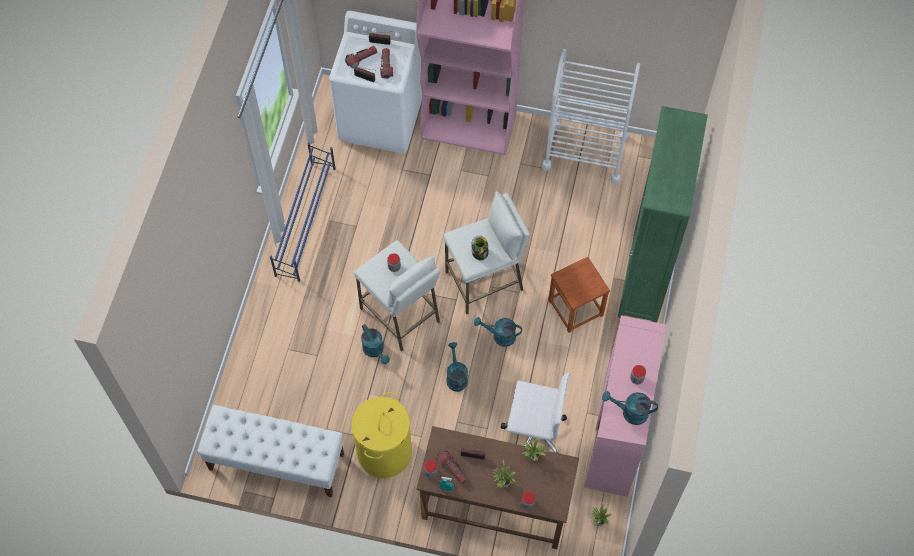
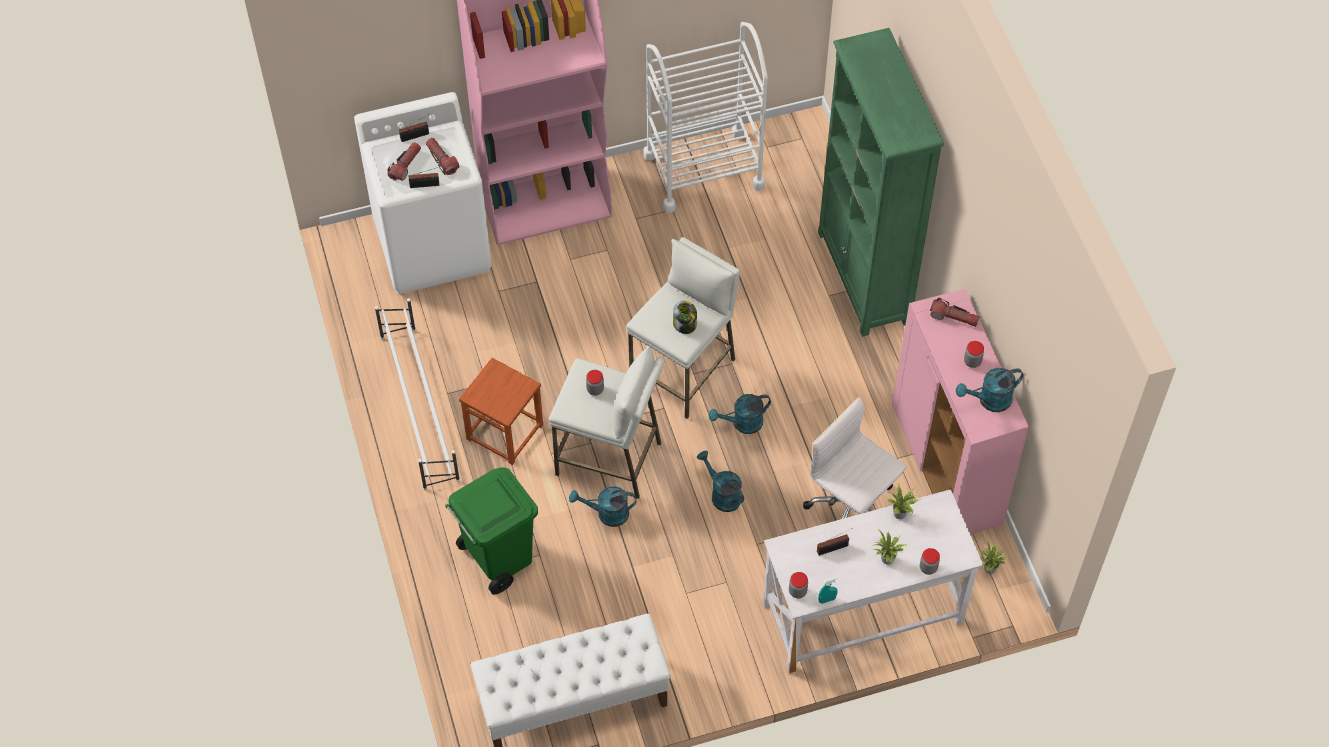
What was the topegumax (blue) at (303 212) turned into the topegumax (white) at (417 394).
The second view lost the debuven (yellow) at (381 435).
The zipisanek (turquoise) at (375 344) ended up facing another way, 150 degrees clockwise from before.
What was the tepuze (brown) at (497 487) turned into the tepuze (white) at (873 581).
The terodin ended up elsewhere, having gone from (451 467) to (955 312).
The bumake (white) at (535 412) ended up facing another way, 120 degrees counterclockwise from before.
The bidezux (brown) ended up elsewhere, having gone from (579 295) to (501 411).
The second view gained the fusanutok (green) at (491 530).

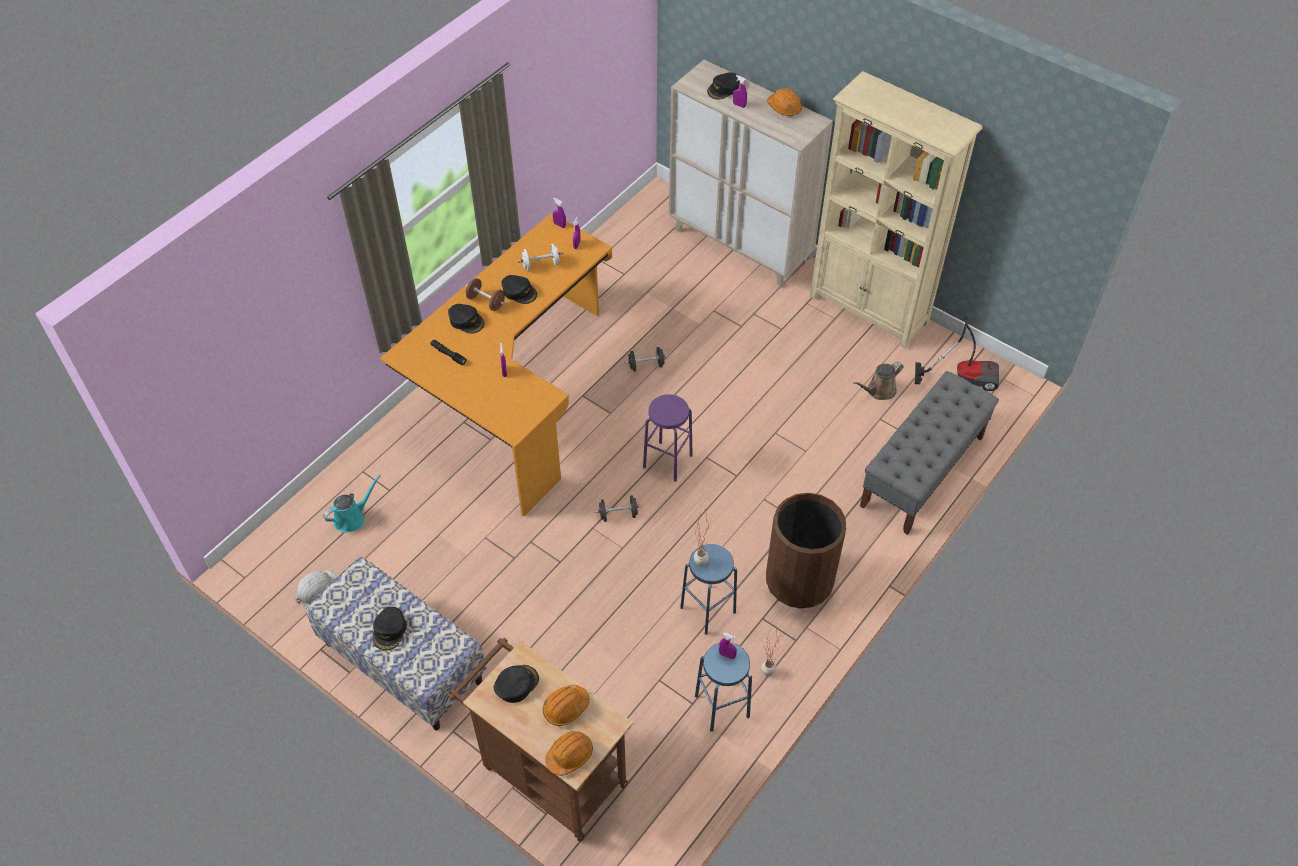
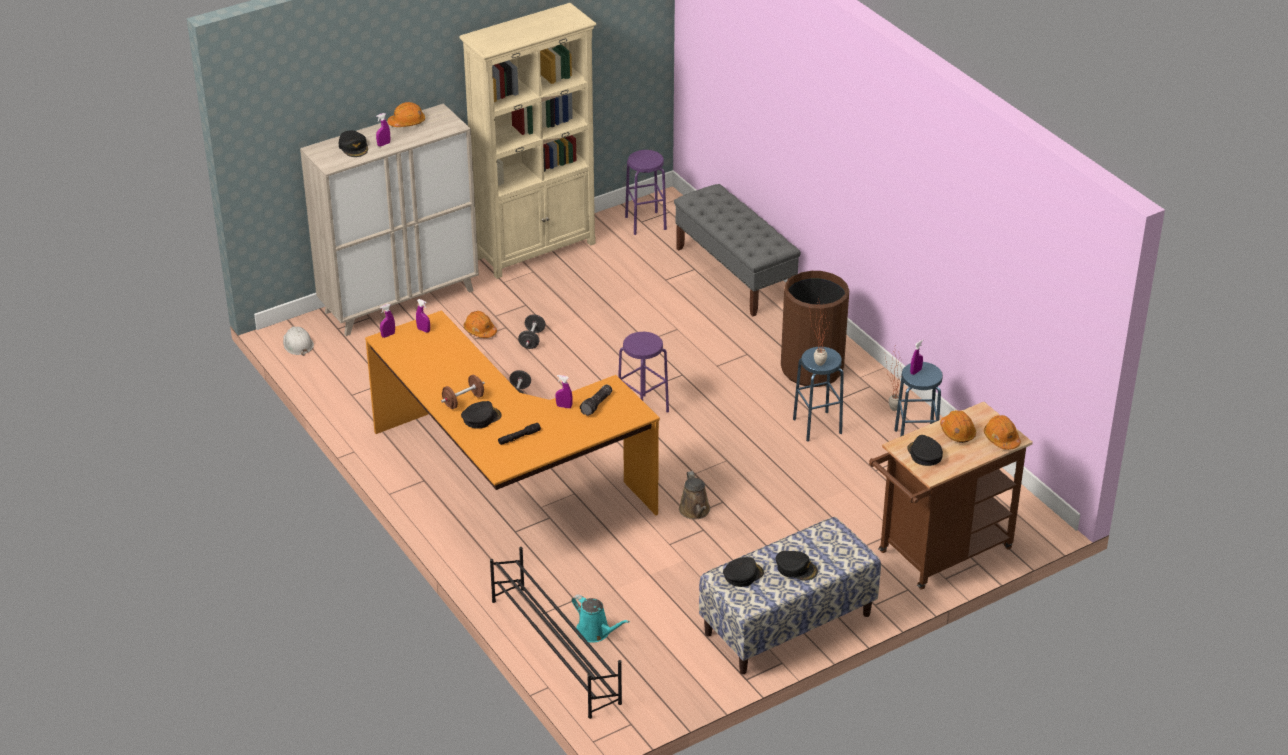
The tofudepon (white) ended up elsewhere, having gone from (316 587) to (298 341).
The zipisanek (turquoise) at (352 503) ended up facing another way, 150 degrees clockwise from before.
The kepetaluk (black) ended up elsewhere, having gone from (519 289) to (743 572).
The second view lost the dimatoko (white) at (540 257).
The dimatoko (black) ended up elsewhere, having gone from (618 508) to (532 331).
The zipisanek (brown) ended up elsewhere, having gone from (878 381) to (694 495).
Where the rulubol stood at (957 353), the bidezux (purple) came to stand at (646 192).
The second view gained the tofudepon (orange) at (480 324).
The second view gained the topegumax (black) at (556 633).
The second view gained the terodin at (596 400).

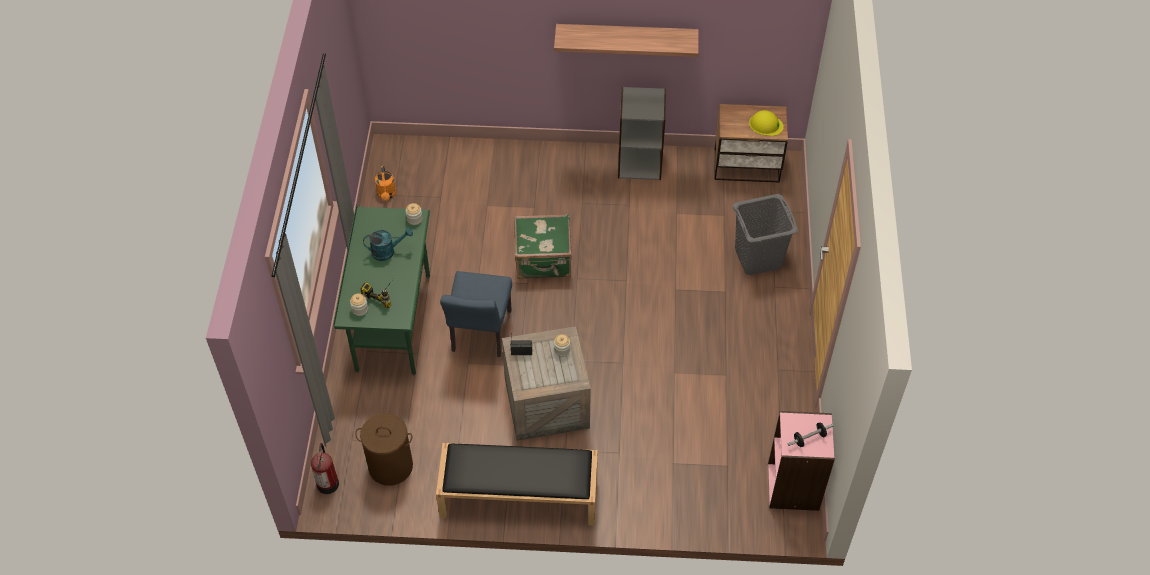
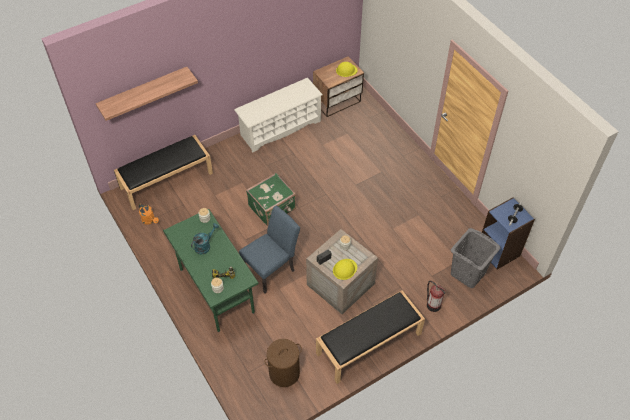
The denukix ended up elsewhere, having gone from (325 468) to (436 296).
The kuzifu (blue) at (476 314) ended up facing another way, 105 degrees counterclockwise from before.
The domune ended up elsewhere, having gone from (626 40) to (147 94).
Where the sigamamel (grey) stood at (642 133), the topegumax (white) came to stand at (278 115).
The debuven (grey) ended up elsewhere, having gone from (765 234) to (476 258).
What was the sigamamel (pink) at (801 461) turned into the sigamamel (blue) at (508 233).
The second view gained the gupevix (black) at (163 172).
The second view gained the tofudepon (yellow) at (345 269).

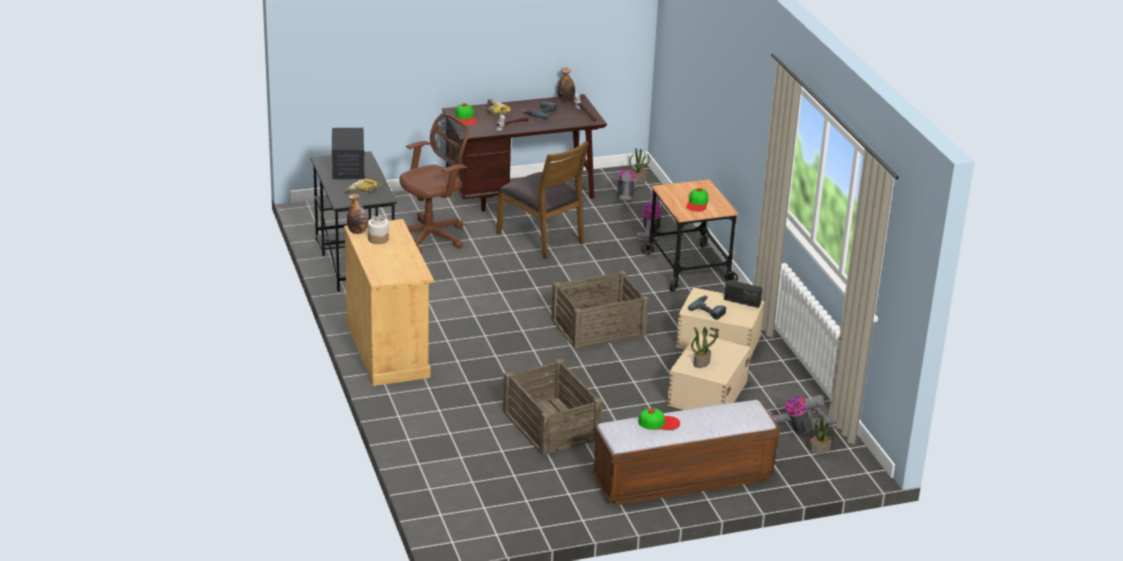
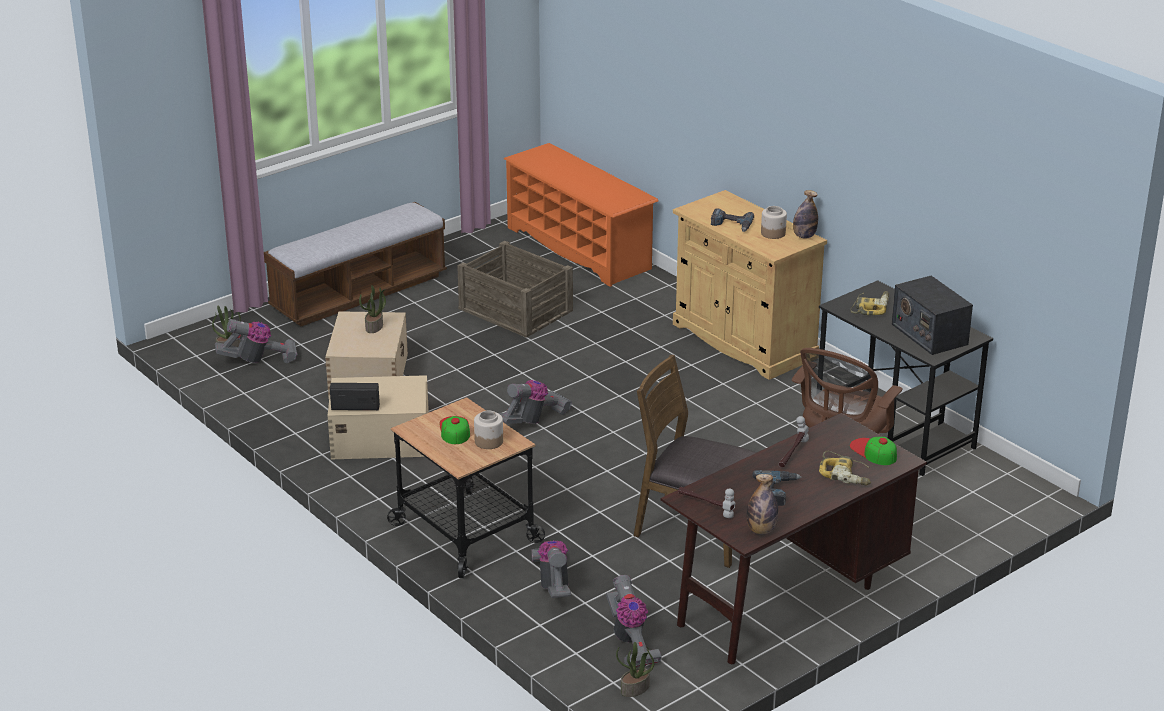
Where the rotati stood at (600 309), the rulubol came to stand at (535 402).
The second view lost the kepetaluk at (659 419).
The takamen ended up elsewhere, having gone from (707 307) to (732 220).
The second view gained the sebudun at (488 429).
The second view gained the topegumax (orange) at (581 215).

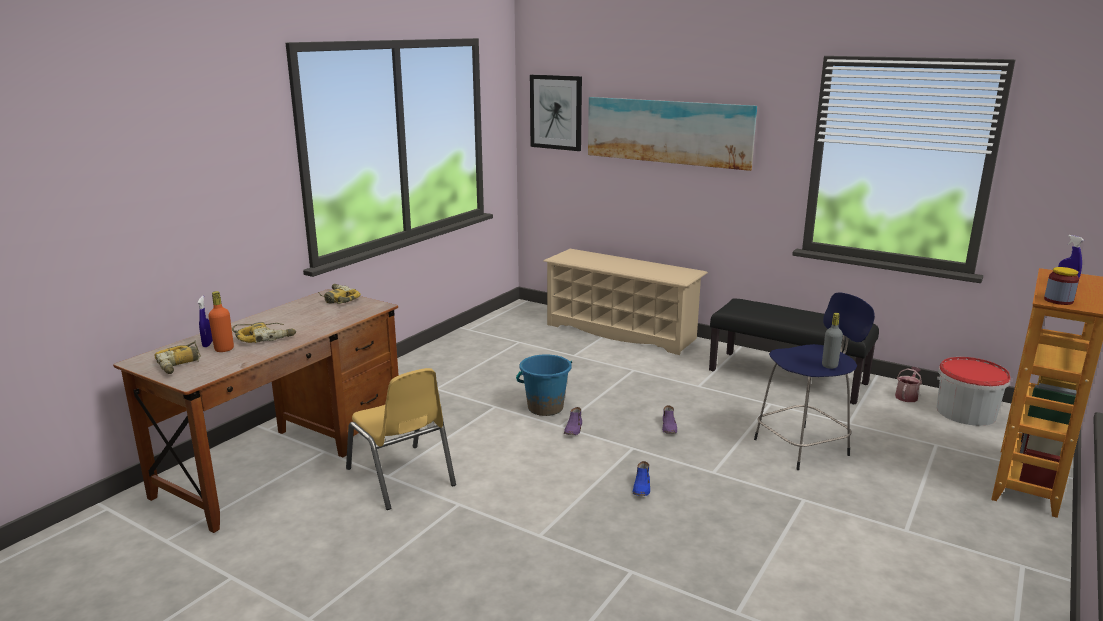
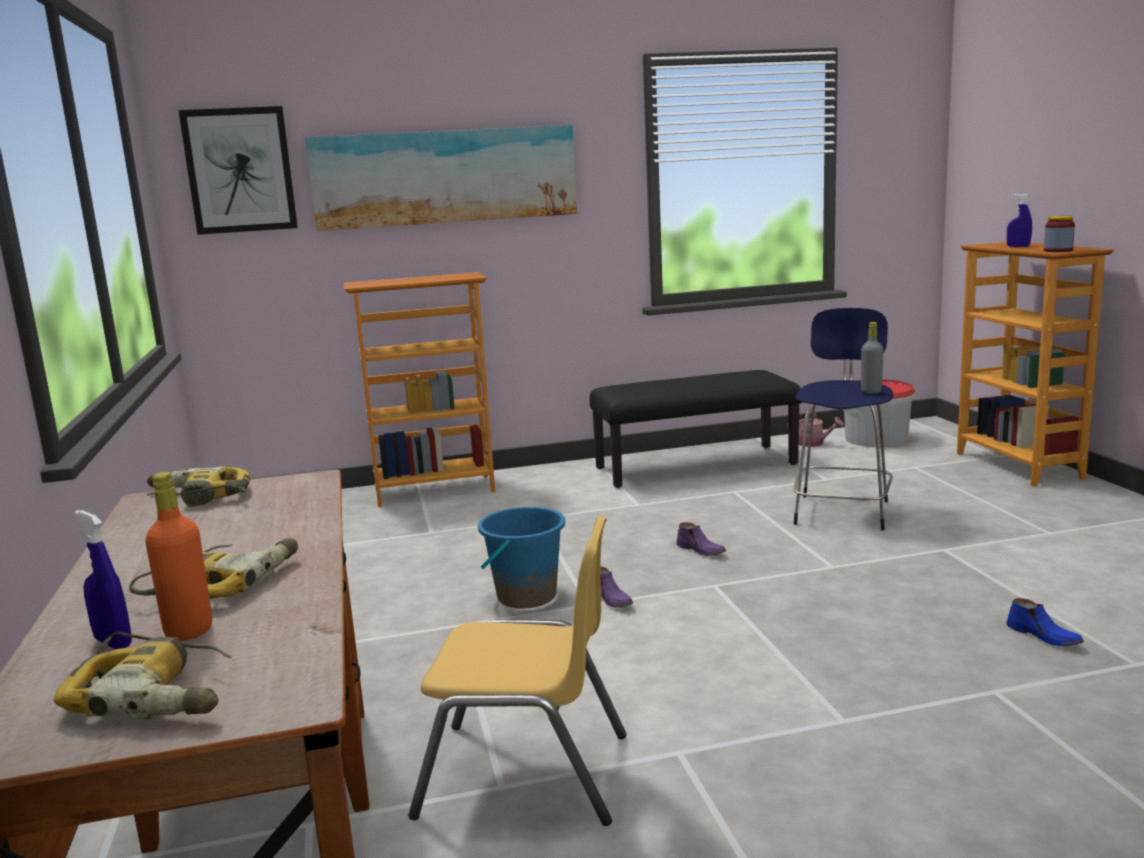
Where the topegumax (beige) stood at (625 302), the sigamamel came to stand at (419 389).
The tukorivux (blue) ended up elsewhere, having gone from (641 478) to (1045 622).
The zipisanek at (908 384) ended up facing another way, 135 degrees clockwise from before.

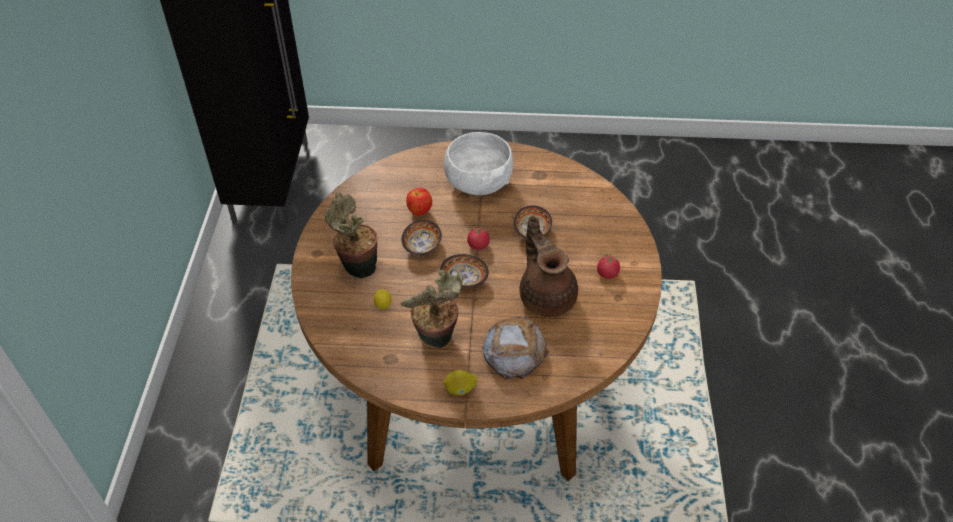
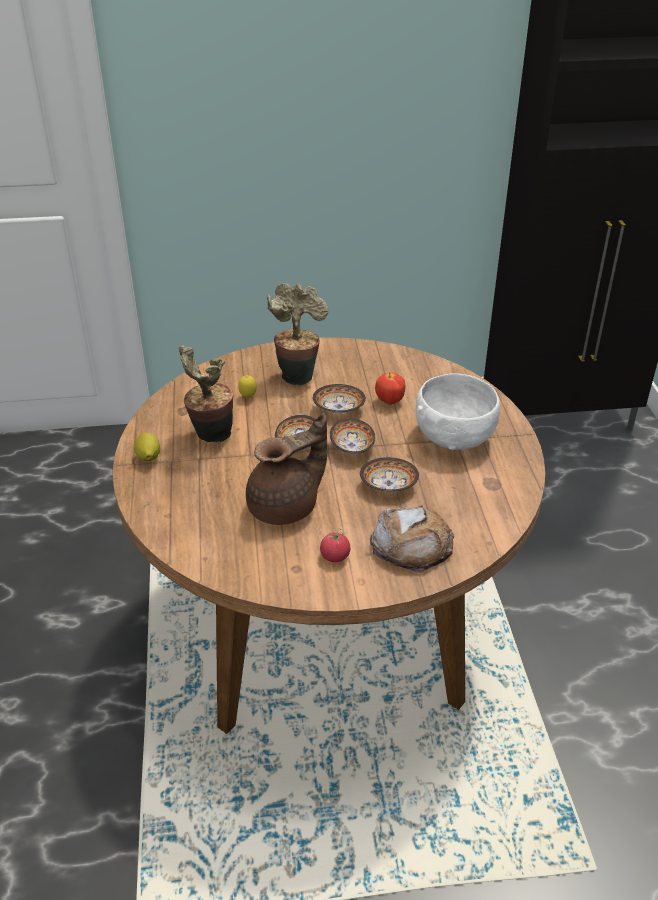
Where the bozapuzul stood at (478 238), the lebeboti came to stand at (352 436).
The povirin ended up elsewhere, having gone from (515 347) to (412 539).

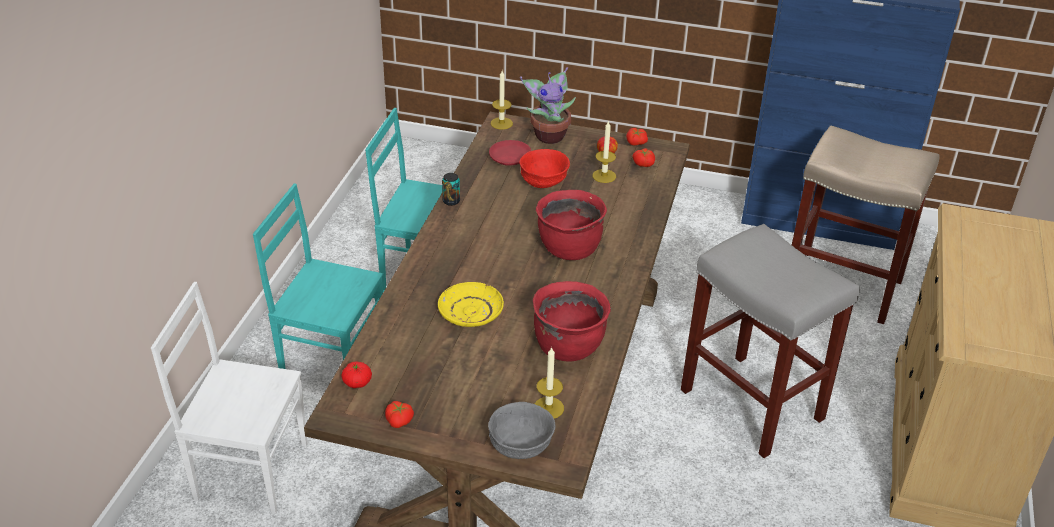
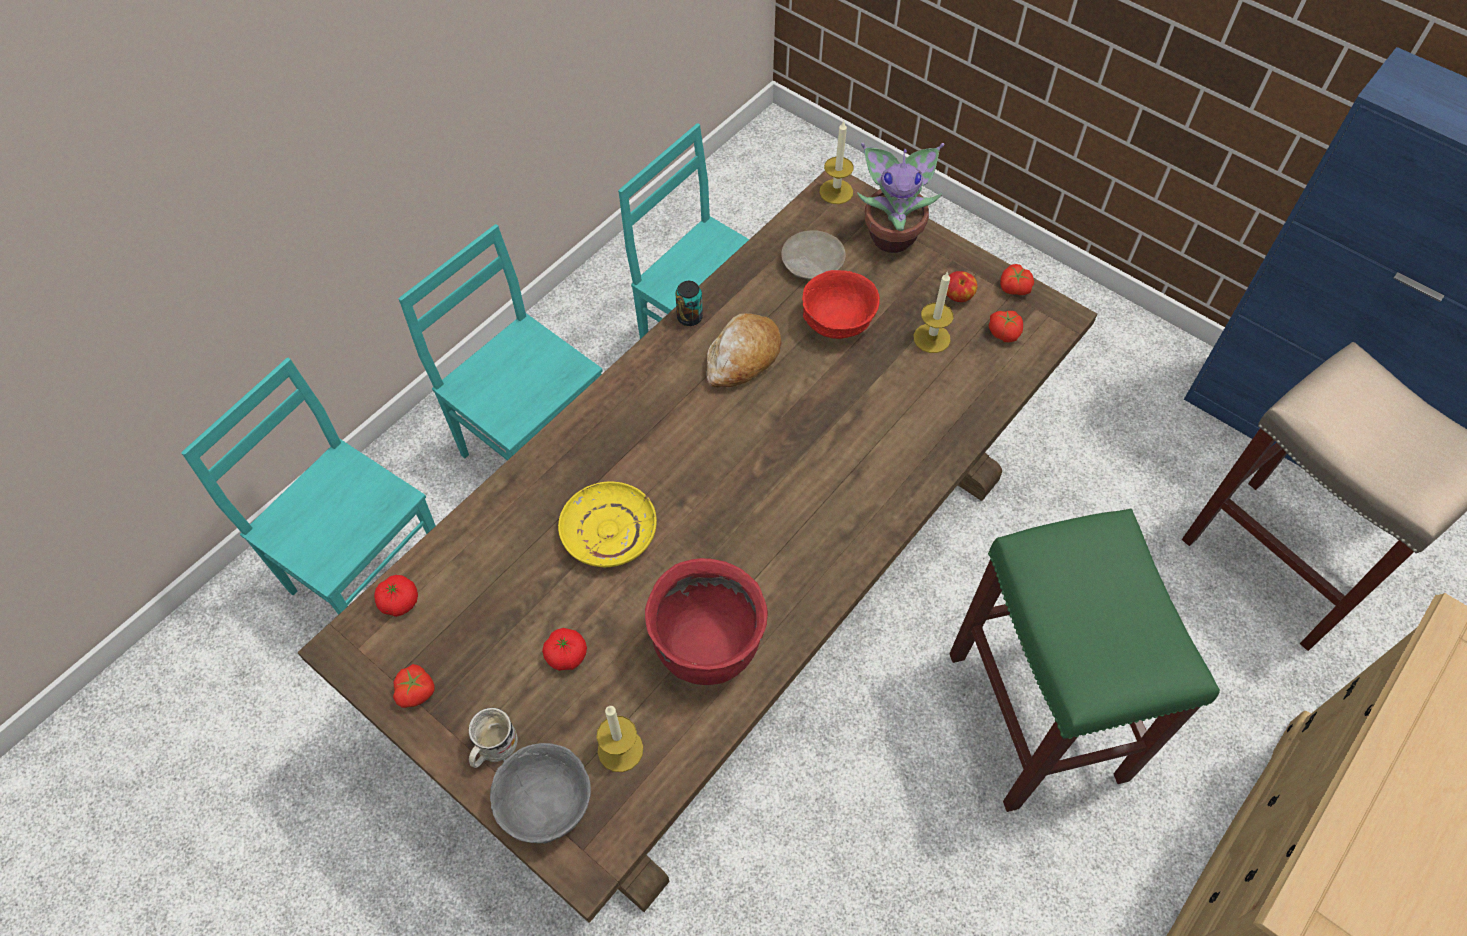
What was the kuzifu (white) at (229 398) turned into the kuzifu (turquoise) at (308 486).
What was the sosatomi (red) at (510 153) turned into the sosatomi (beige) at (813 255).
The second view lost the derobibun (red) at (571 225).
What was the bidezux (grey) at (770 341) turned into the bidezux (green) at (1084 660).
The second view gained the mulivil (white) at (493 738).
The second view gained the bozapuzul at (564 649).
The second view gained the povirin at (744 350).

